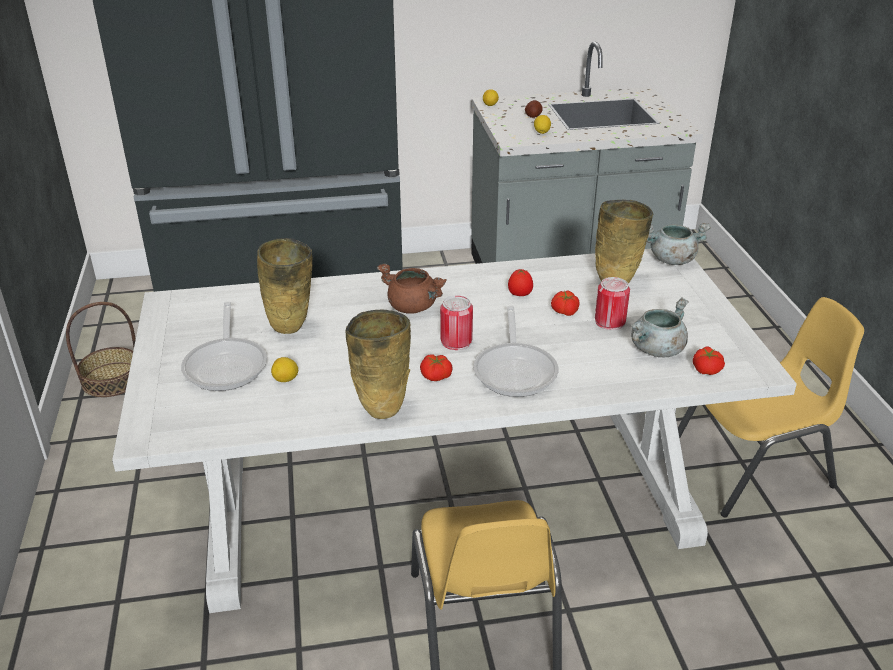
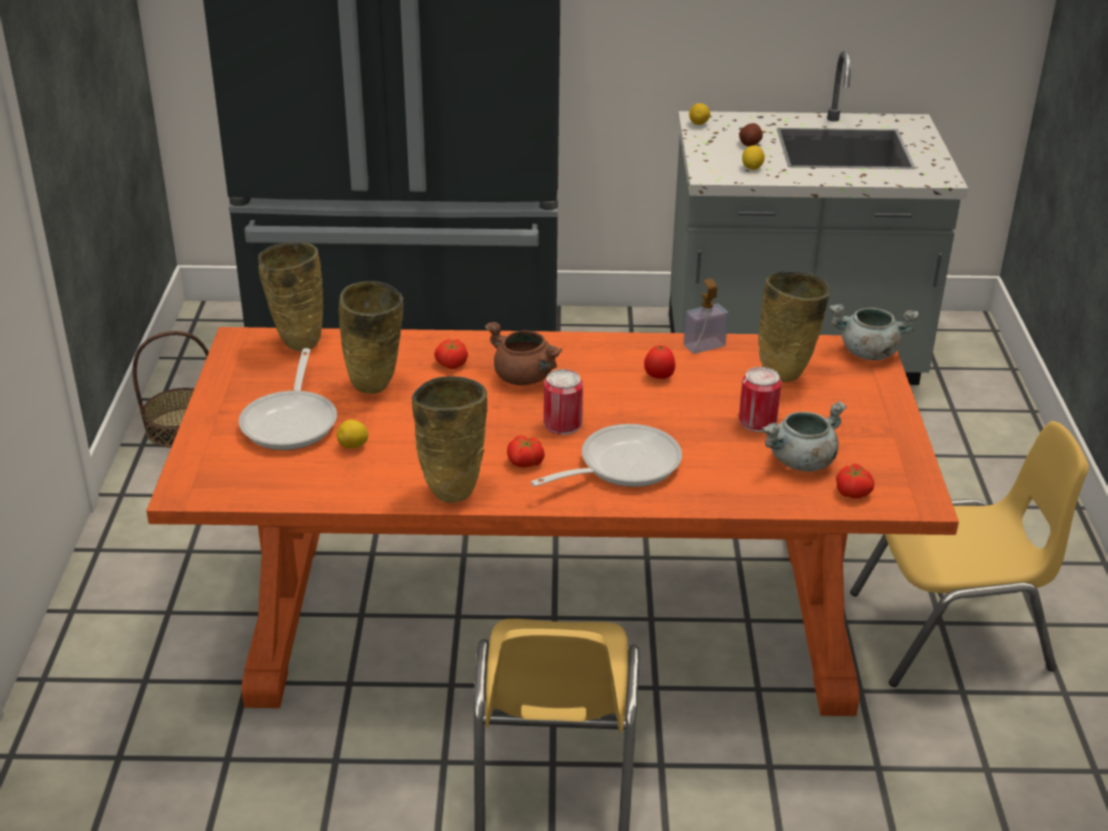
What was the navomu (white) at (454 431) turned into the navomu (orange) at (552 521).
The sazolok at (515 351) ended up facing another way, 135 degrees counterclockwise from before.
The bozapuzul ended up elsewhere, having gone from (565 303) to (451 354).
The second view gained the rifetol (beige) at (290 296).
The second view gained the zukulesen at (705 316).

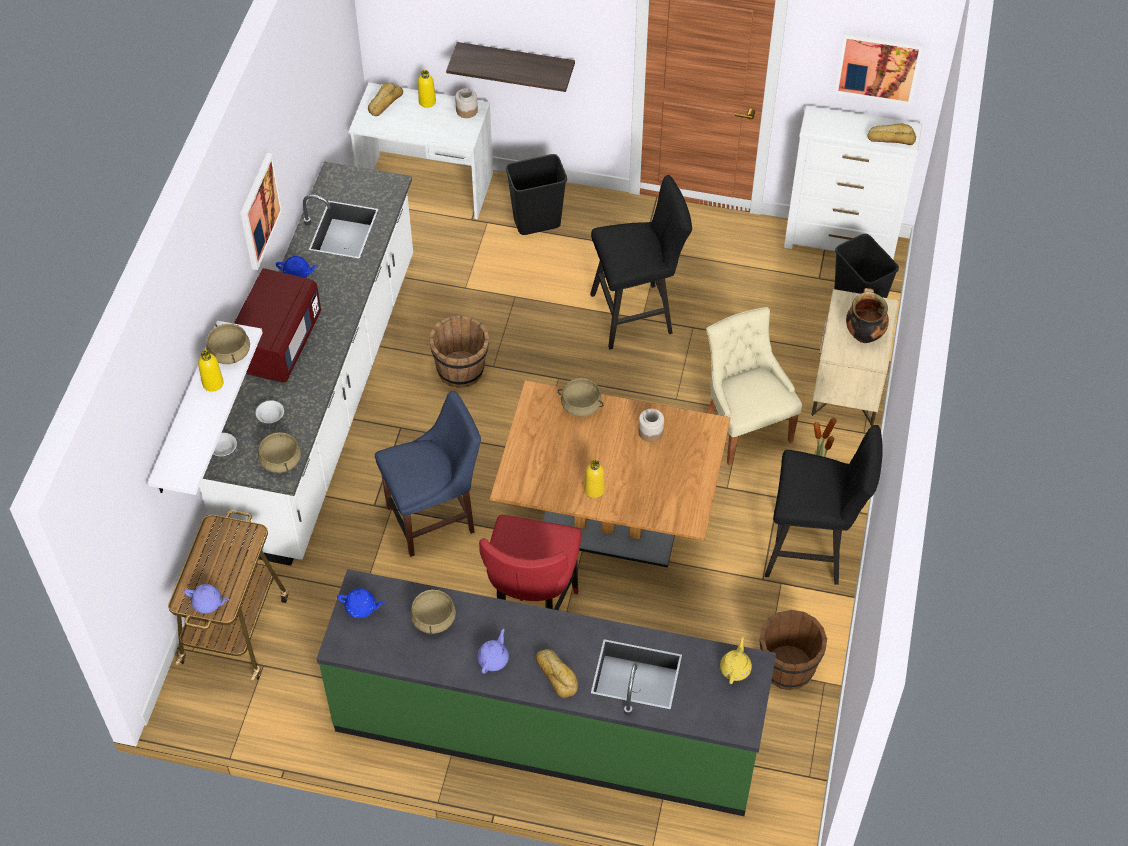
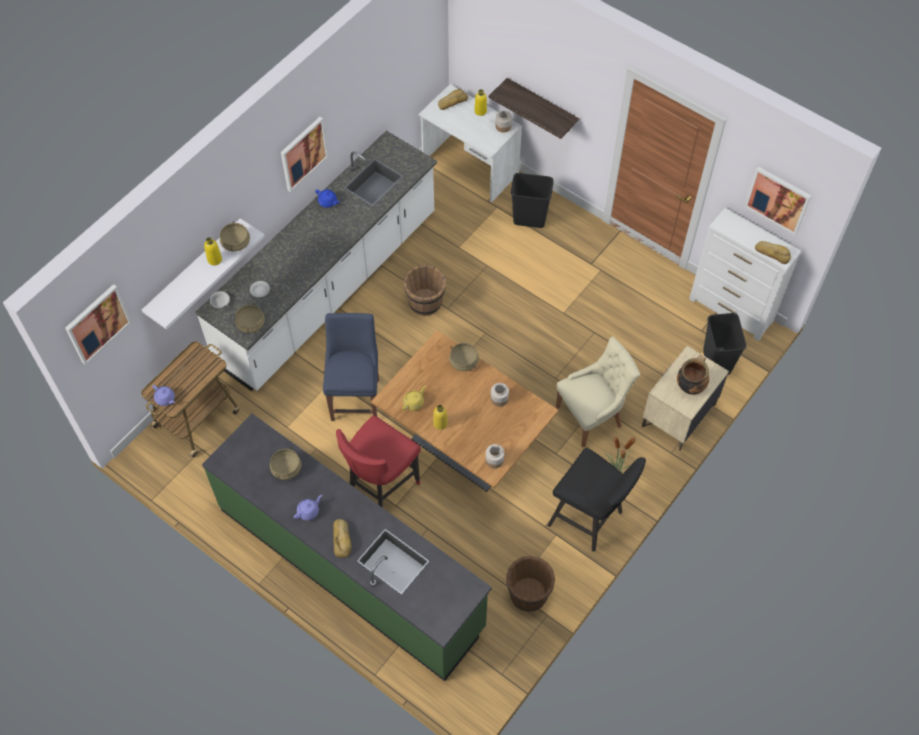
The second view lost the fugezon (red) at (277 325).
The second view lost the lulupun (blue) at (361 603).
The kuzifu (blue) at (428 474) ended up facing another way, 90 degrees counterclockwise from before.
The second view lost the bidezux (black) at (641 262).
The kuzifu (beige) at (754 386) ended up facing another way, 60 degrees clockwise from before.
The lulupun (yellow) ended up elsewhere, having gone from (736 660) to (413 398).
The second view gained the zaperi at (98 324).
The second view gained the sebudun at (494 456).

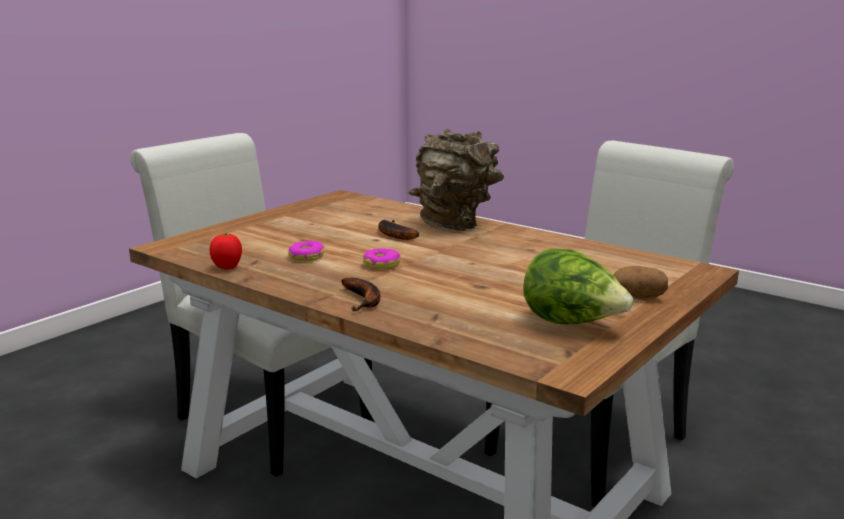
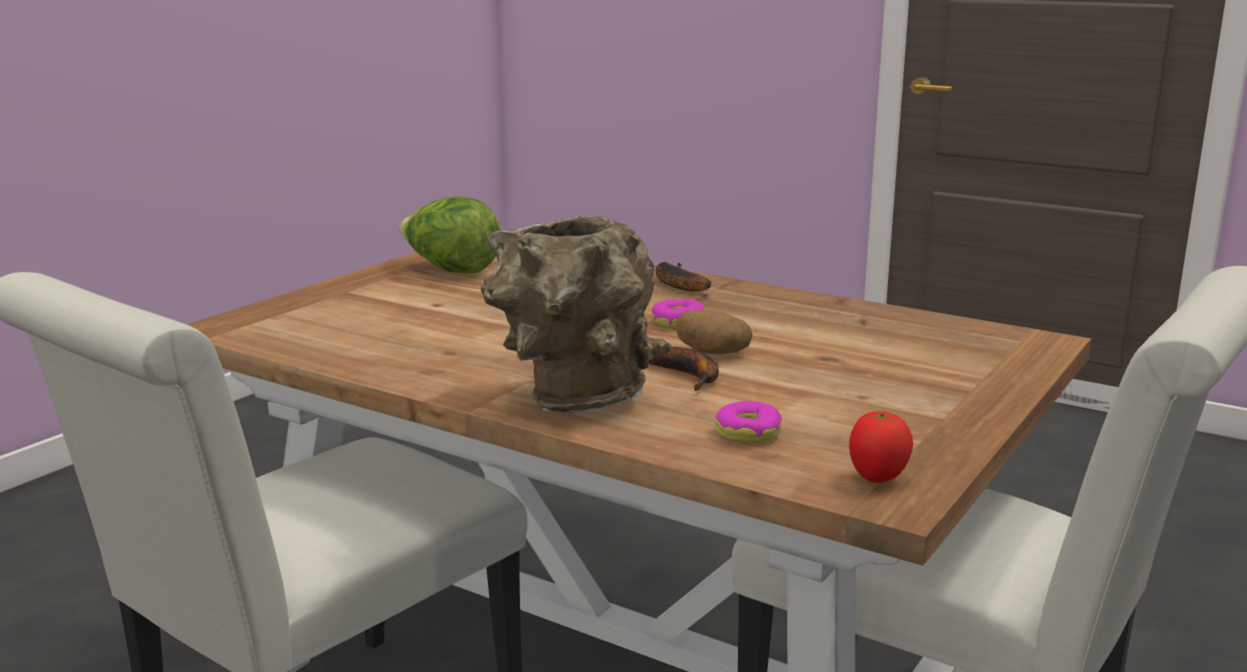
The bozapuzul ended up elsewhere, having gone from (226 251) to (881 447).
The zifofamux ended up elsewhere, having gone from (306 251) to (748 422).
The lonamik ended up elsewhere, having gone from (640 282) to (714 332).

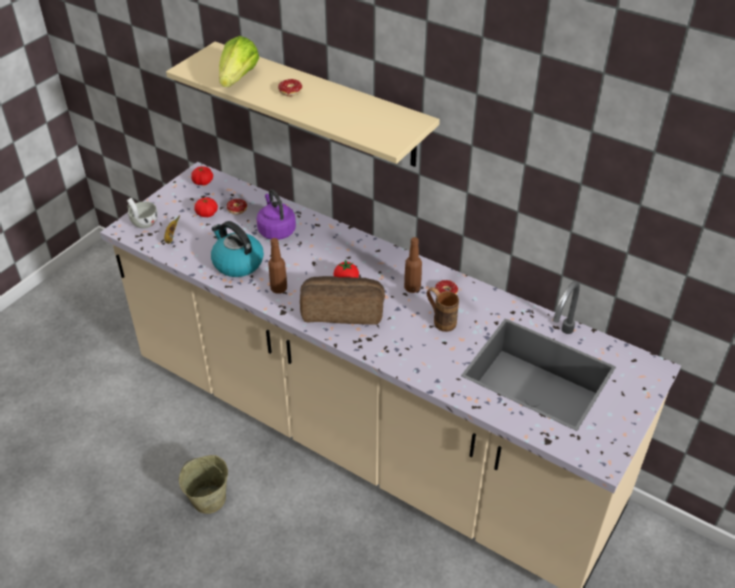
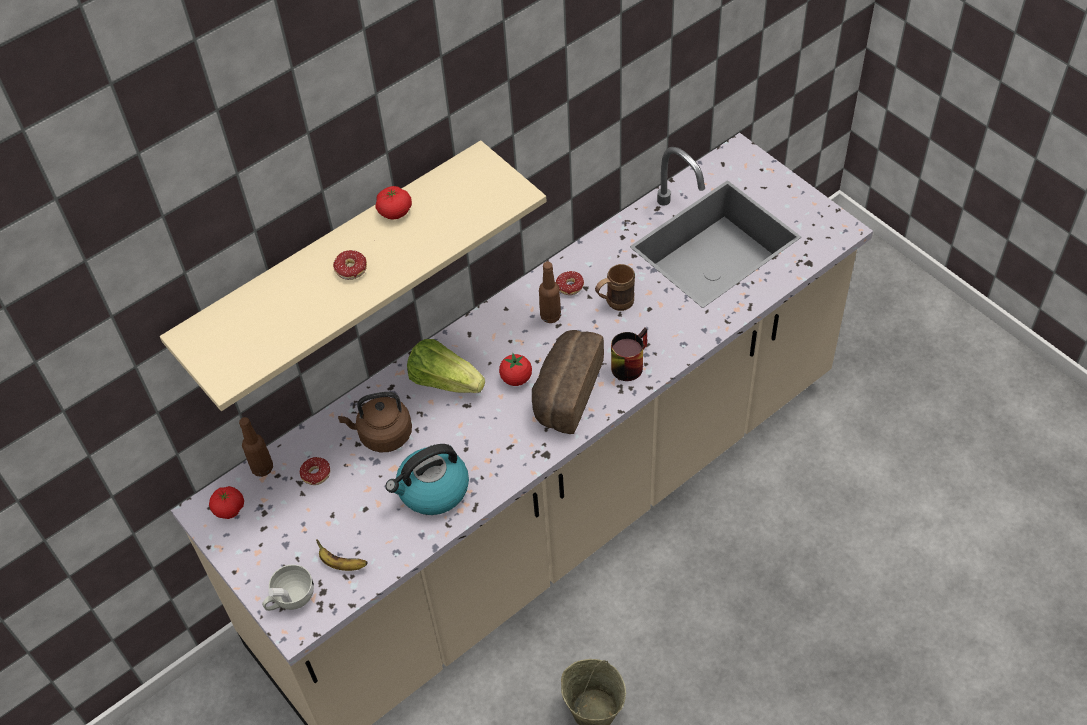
The bozapuzul ended up elsewhere, having gone from (206 207) to (393 203).
The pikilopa ended up elsewhere, having gone from (239 61) to (446 366).
What was the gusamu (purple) at (276 214) turned into the gusamu (brown) at (375 422).
The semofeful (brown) ended up elsewhere, having gone from (277 266) to (256 447).
The second view gained the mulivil at (629 354).

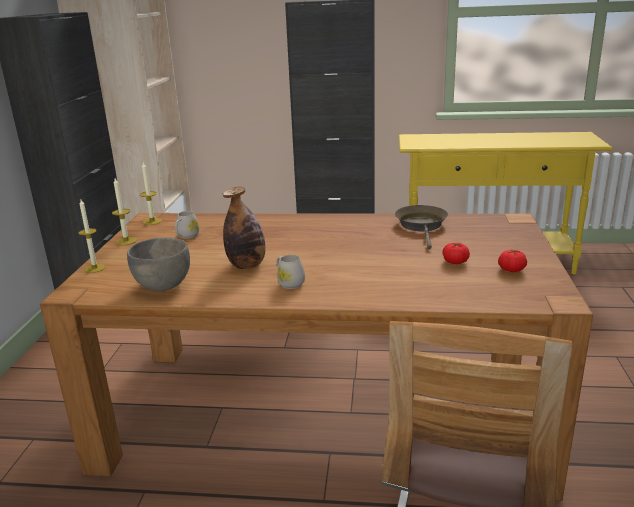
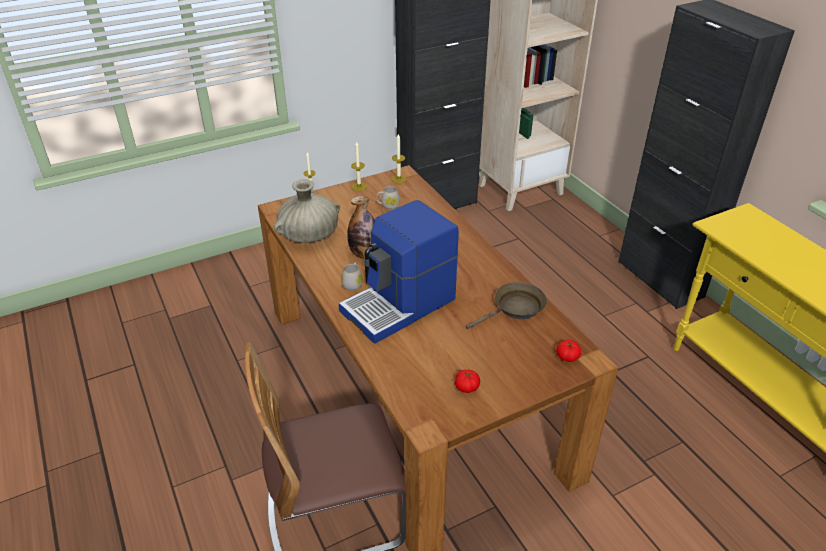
Where the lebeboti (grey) stood at (158 264), the rifetol (beige) came to stand at (306 211).
The bozapuzul ended up elsewhere, having gone from (456 253) to (568 351).
The second view gained the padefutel at (399 272).

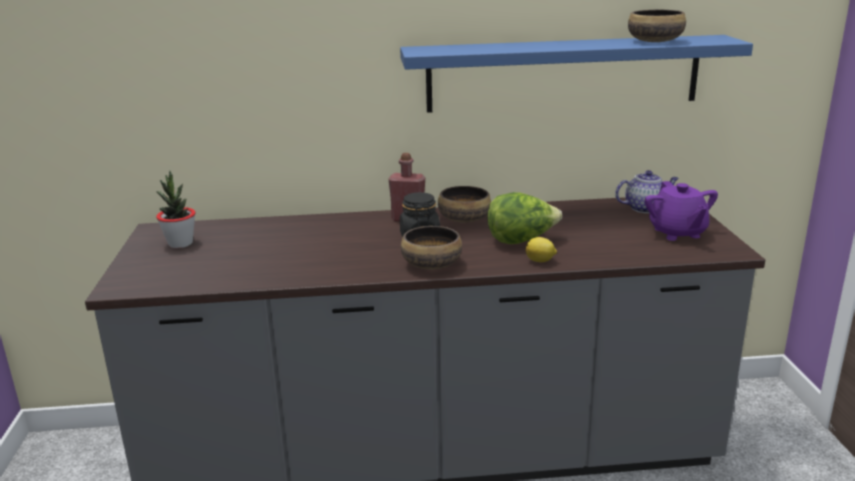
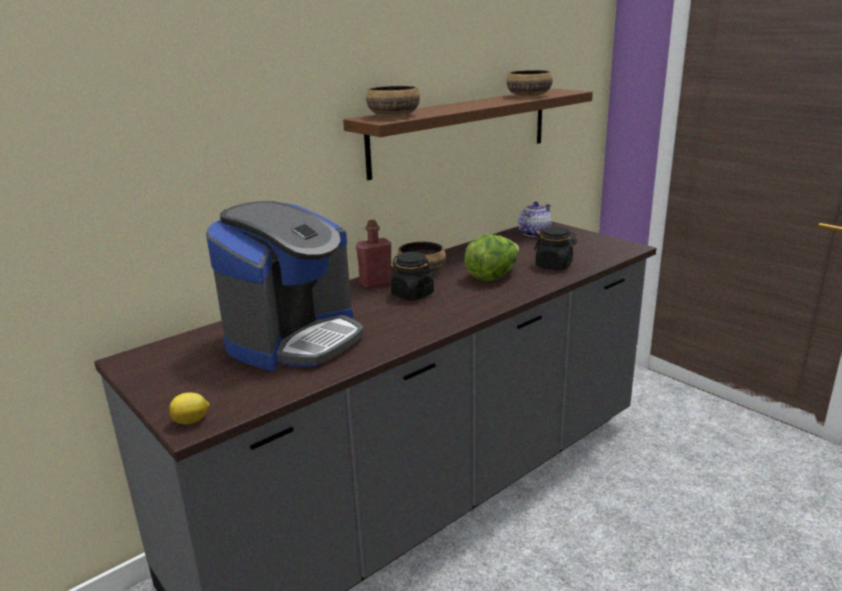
The second view lost the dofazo at (175 209).
What was the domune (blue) at (576 74) turned into the domune (brown) at (468 134).
The lebeboti ended up elsewhere, having gone from (431 248) to (393 101).
The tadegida ended up elsewhere, having gone from (541 249) to (190 408).
The second view lost the lulupun (purple) at (681 211).
The second view gained the padefutel at (285 286).
The second view gained the sebudun (black) at (555 248).

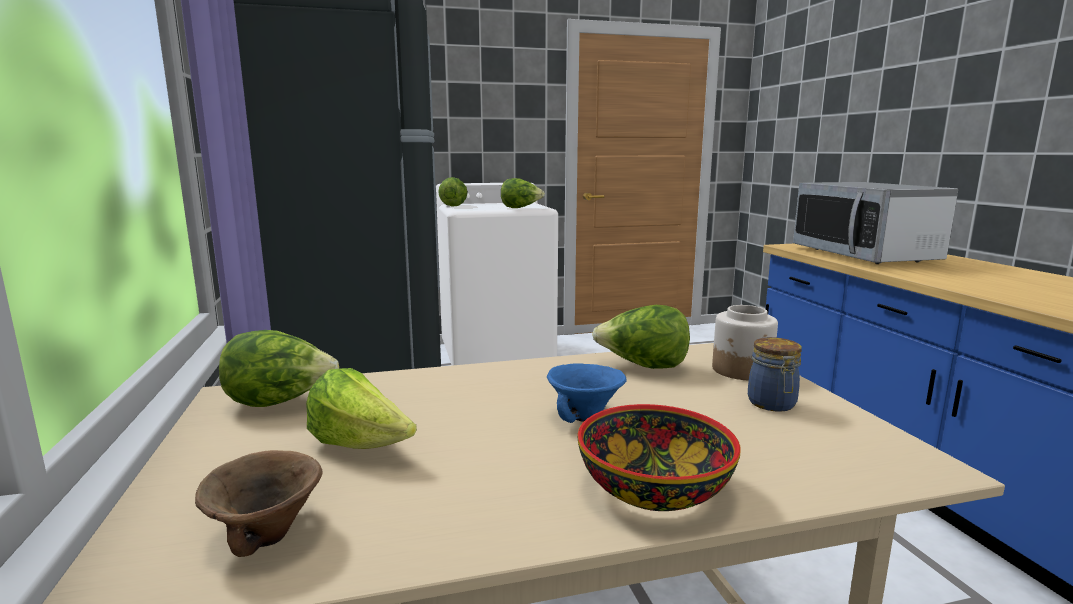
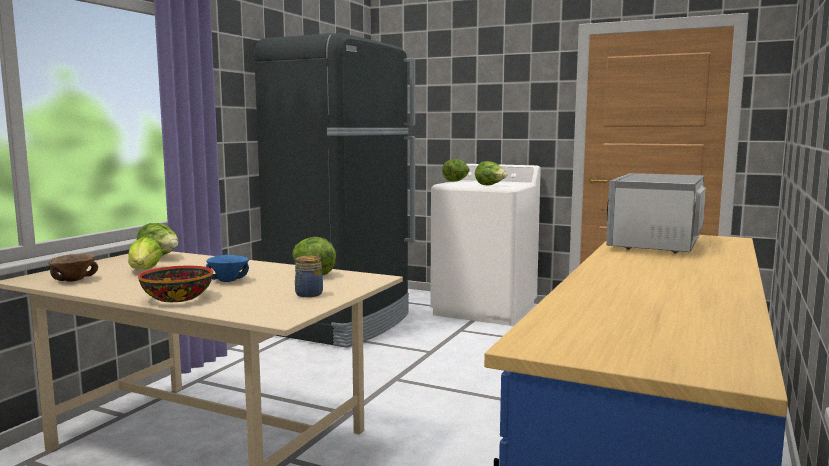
The second view lost the sebudun at (745 342).

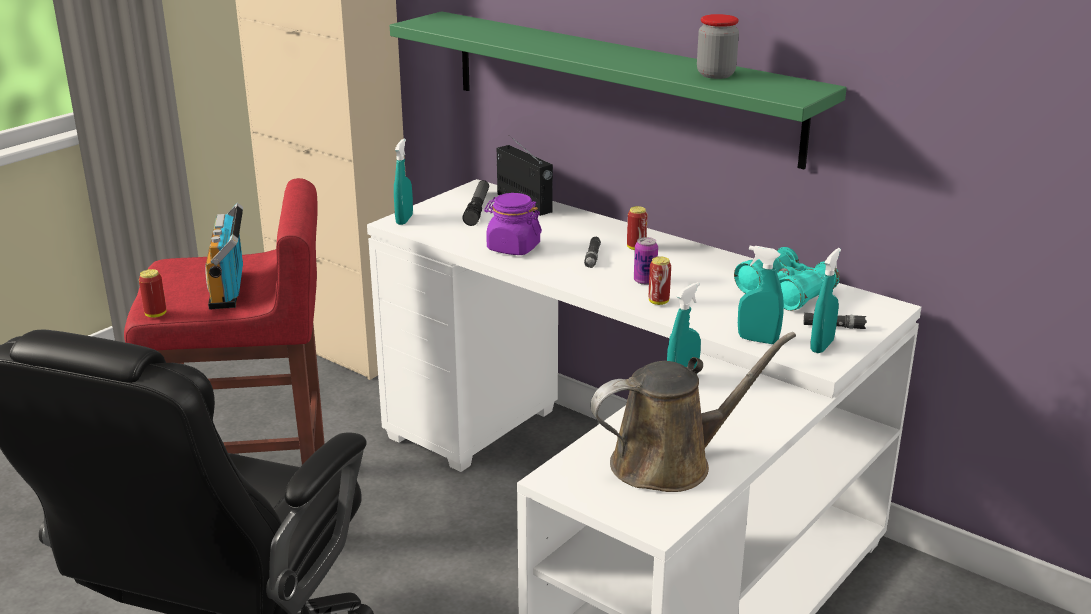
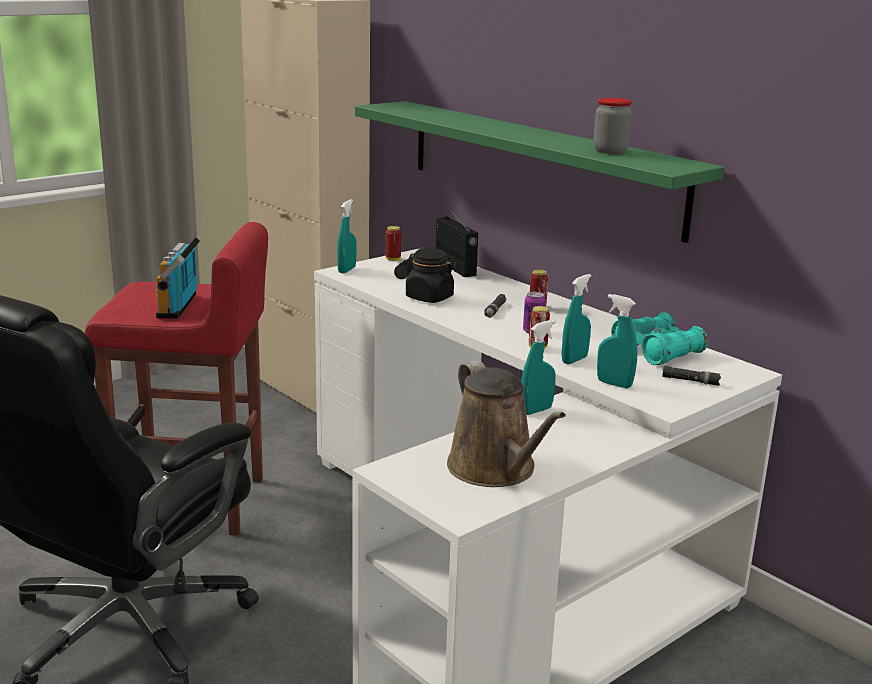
The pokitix ended up elsewhere, having gone from (152 293) to (393 243).
What was the sebudun (purple) at (513 224) turned into the sebudun (black) at (430 276).
The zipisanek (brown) at (693 412) ended up facing another way, 75 degrees clockwise from before.
The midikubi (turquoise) ended up elsewhere, having gone from (826 300) to (577 319).

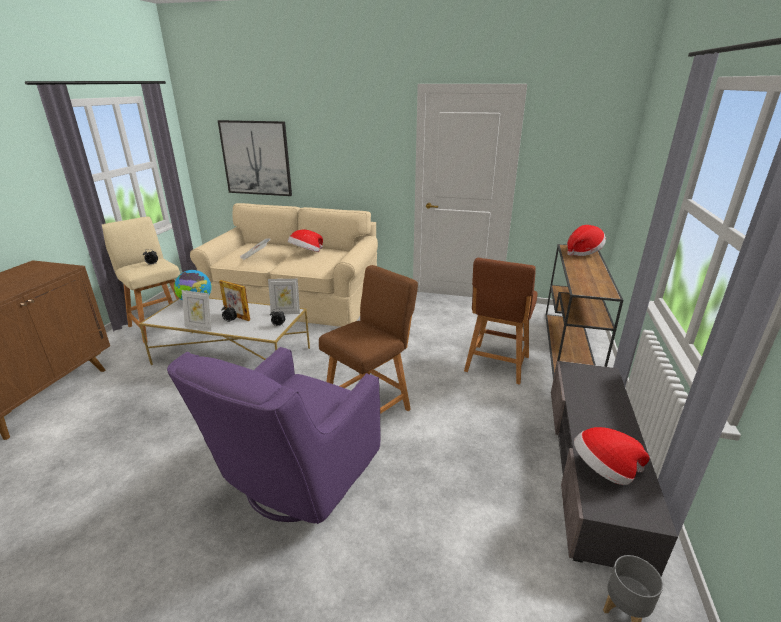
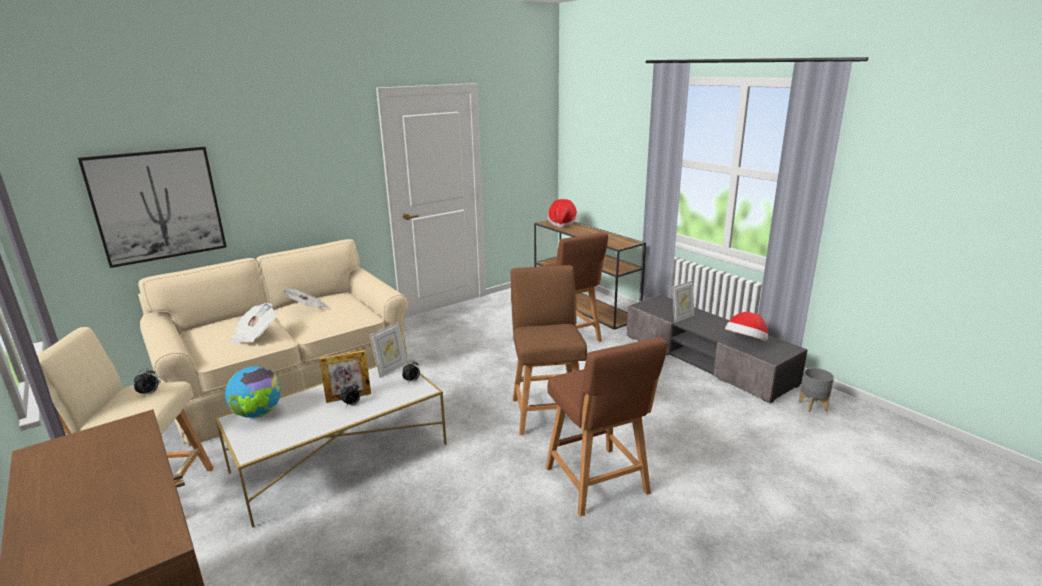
Where the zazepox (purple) stood at (274 435), the bidezux (brown) came to stand at (606 427).
The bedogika ended up elsewhere, having gone from (197 310) to (683 301).
Where the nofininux stood at (305 241), the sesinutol came to stand at (305 298).

